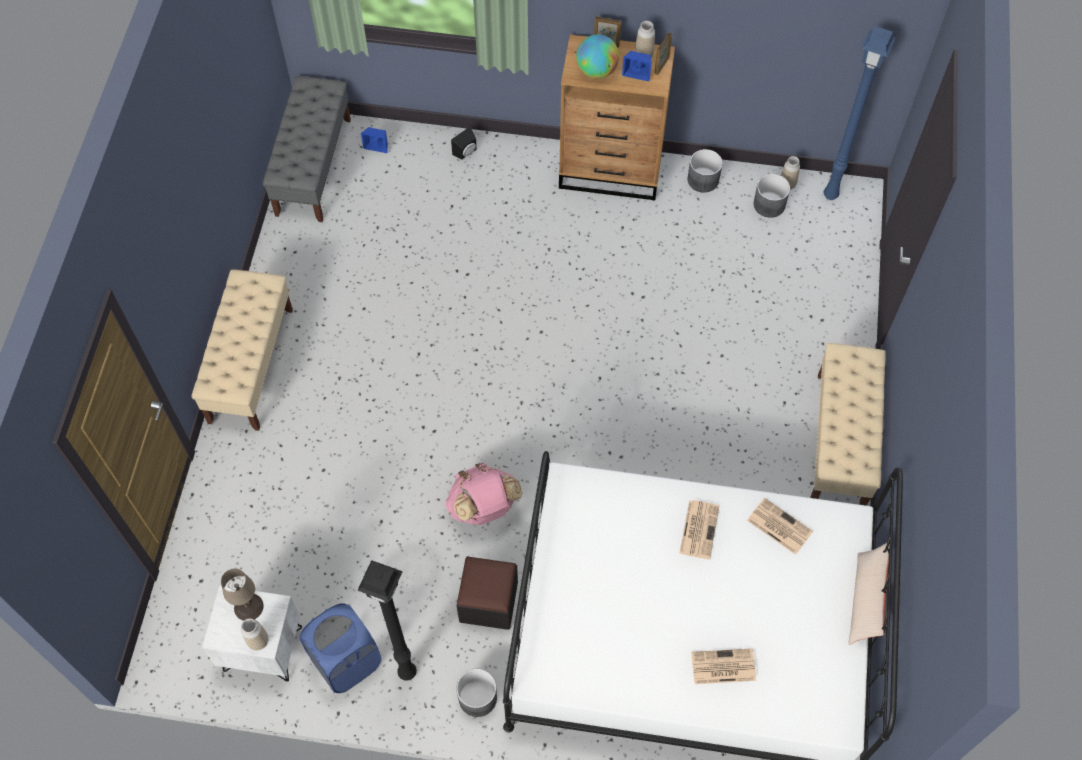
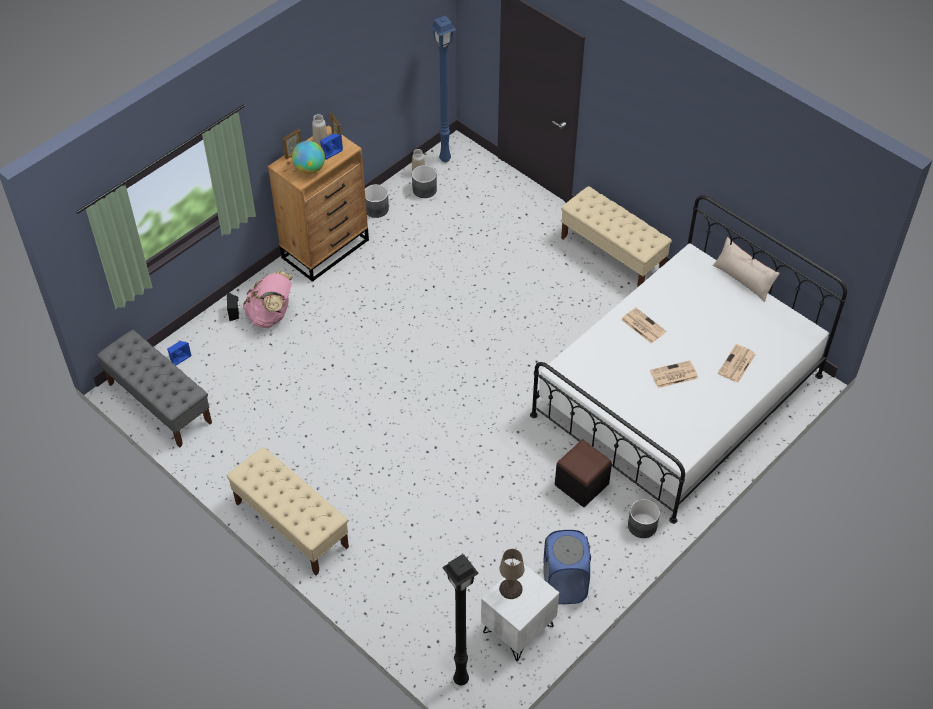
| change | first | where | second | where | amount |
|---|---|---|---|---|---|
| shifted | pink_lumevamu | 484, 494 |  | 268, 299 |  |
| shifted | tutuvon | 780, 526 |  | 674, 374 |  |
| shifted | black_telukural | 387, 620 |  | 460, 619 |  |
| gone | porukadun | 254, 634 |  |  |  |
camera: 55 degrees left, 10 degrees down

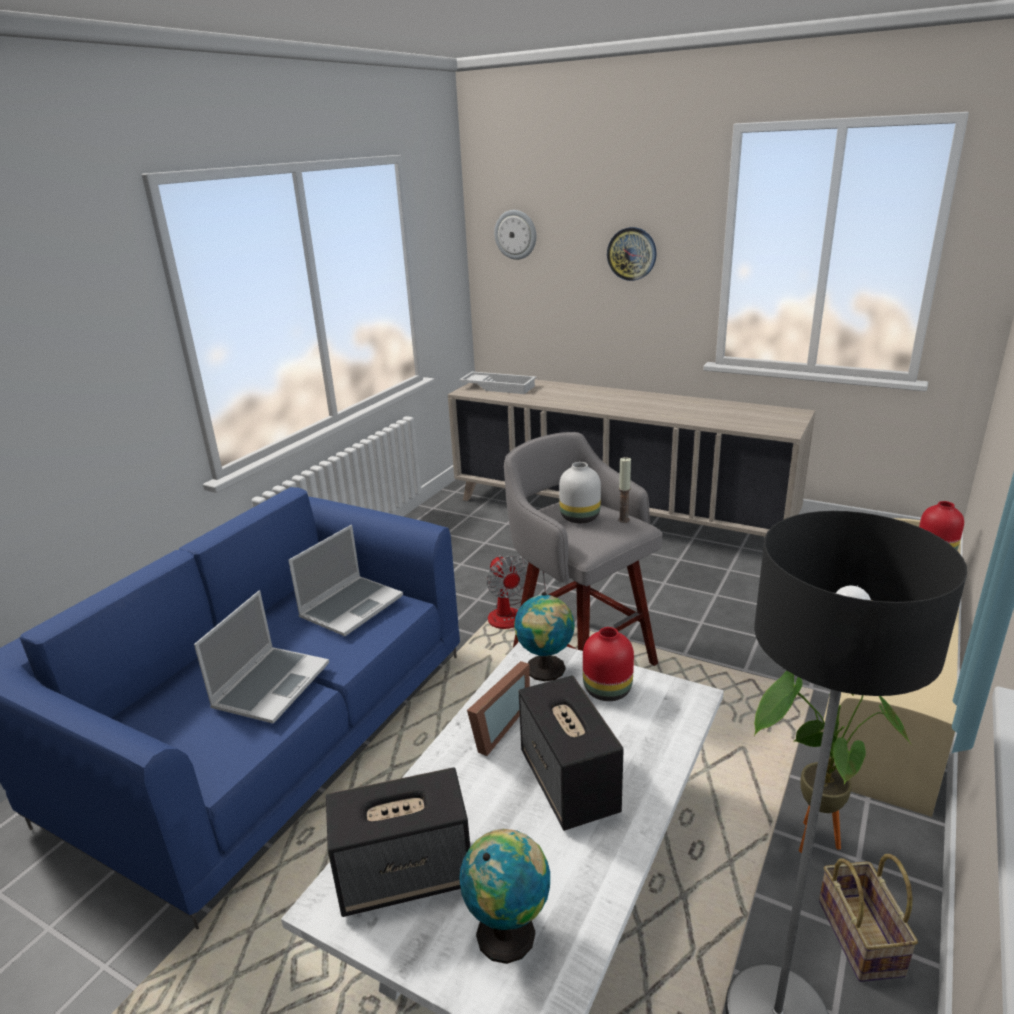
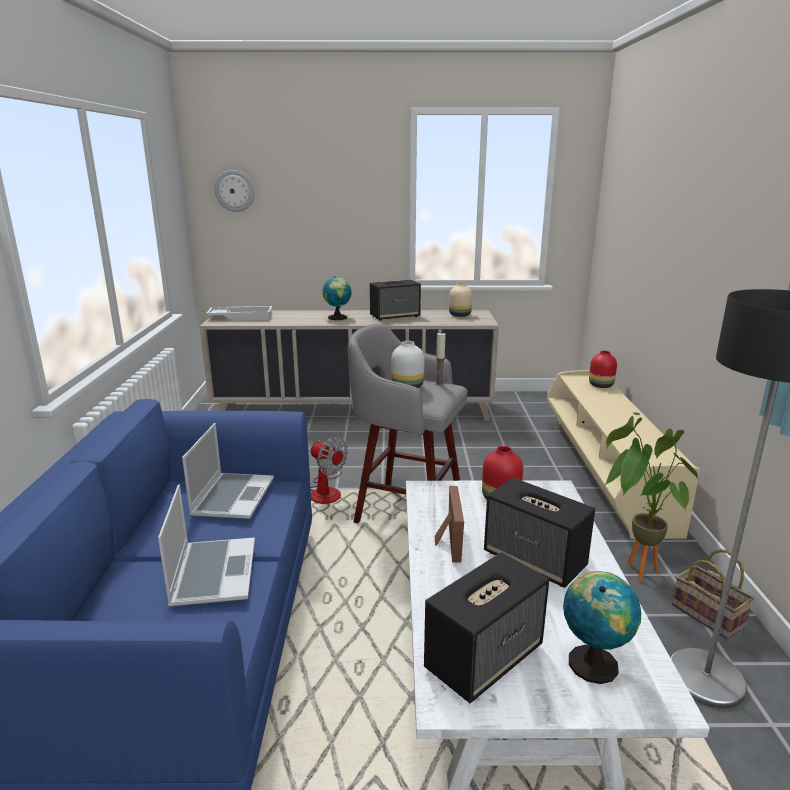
| change | first | where | second | where | amount |
|---|---|---|---|---|---|
| gone | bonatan | 632, 254 |  |  |  |
| shifted | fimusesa | 544, 636 |  | 337, 298 |  |
| new |  |  | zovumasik | 395, 300 |  |
| new |  |  | beige_porukadun | 460, 300 |  |
camera: 30 degrees left, 5 degrees down

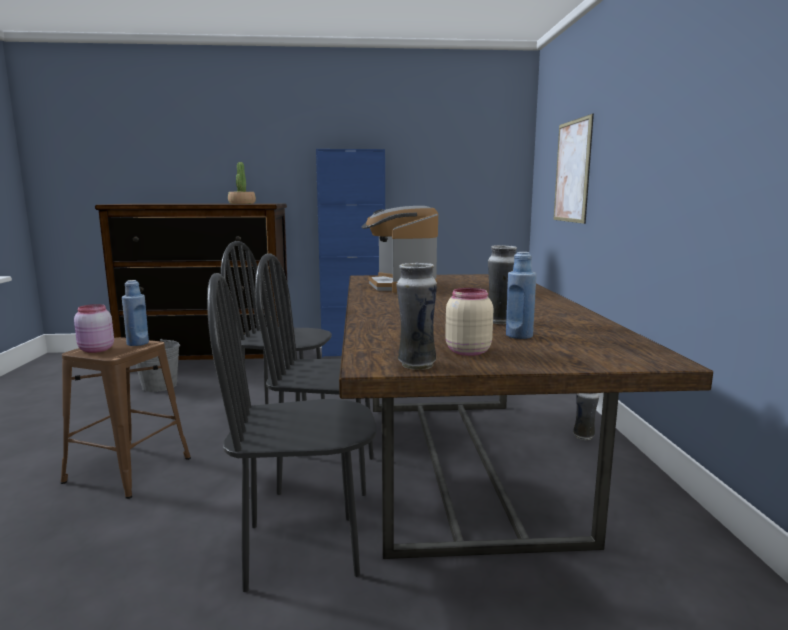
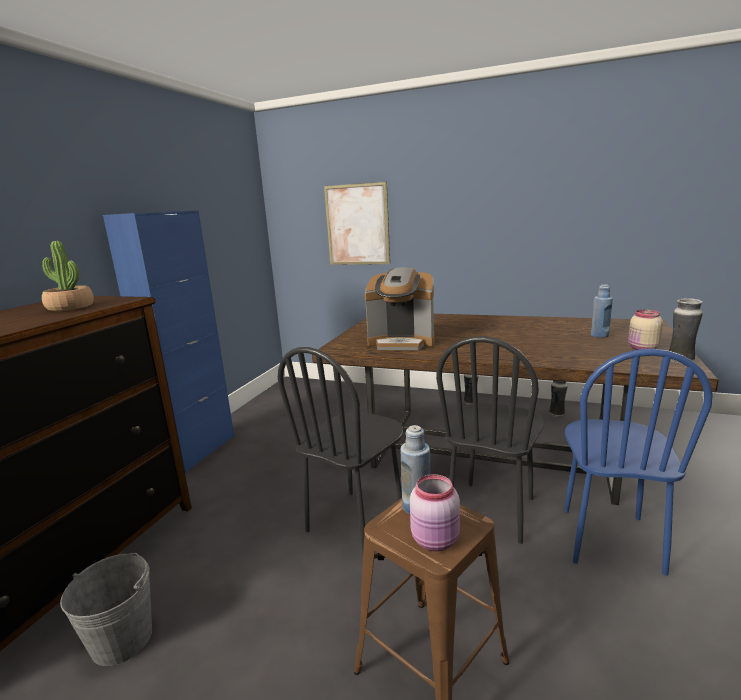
| change | first | where | second | where | amount |
|---|---|---|---|---|---|
| shifted | porukadun | 502, 284 |  | 558, 398 |  |
| repainted | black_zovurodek | 291, 432 | blue_zovurodek | 638, 462 |  |
camera: 65 degrees left, 5 degrees up

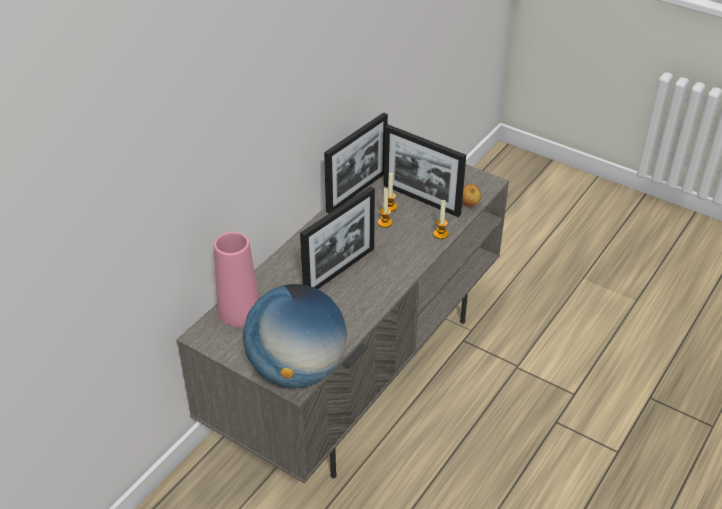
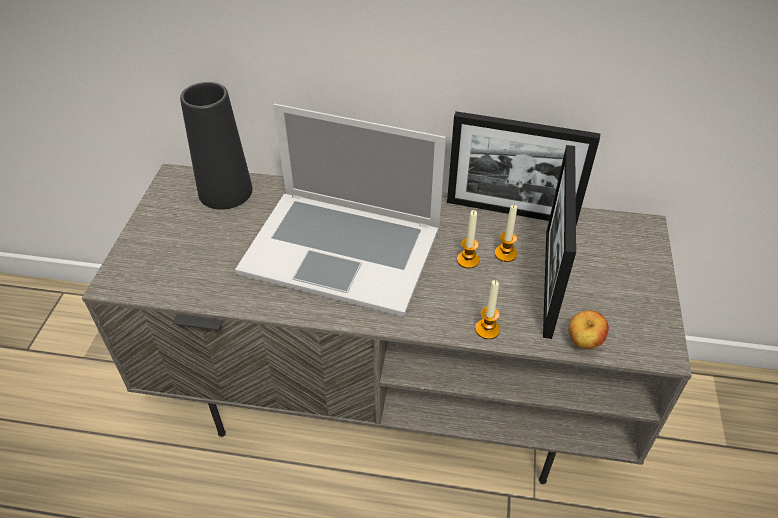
| change | first | where | second | where | amount |
|---|---|---|---|---|---|
| swapped | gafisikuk | 337, 237 | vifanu | 340, 210 |  |
| repainted | pink_porukadun | 236, 279 | black_porukadun | 216, 146 |  |
| gone | fimusesa | 295, 336 |  |  |  |
camera: 65 degrees right, 5 degrees up

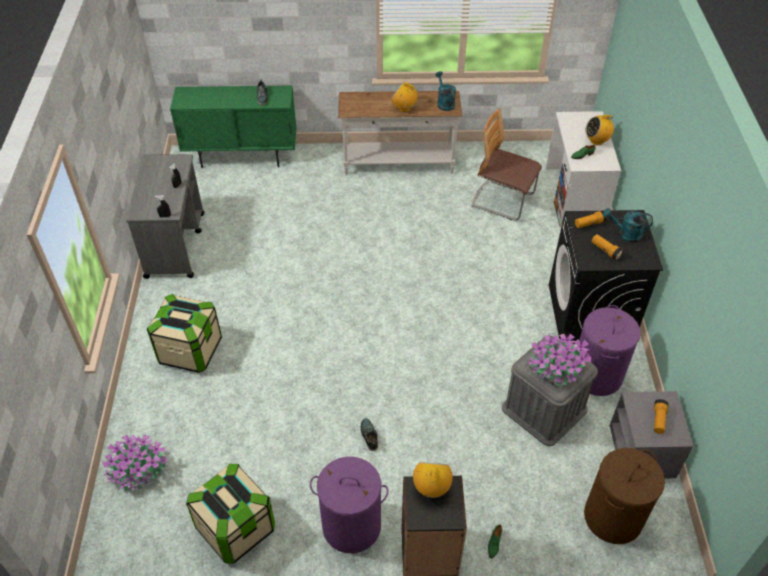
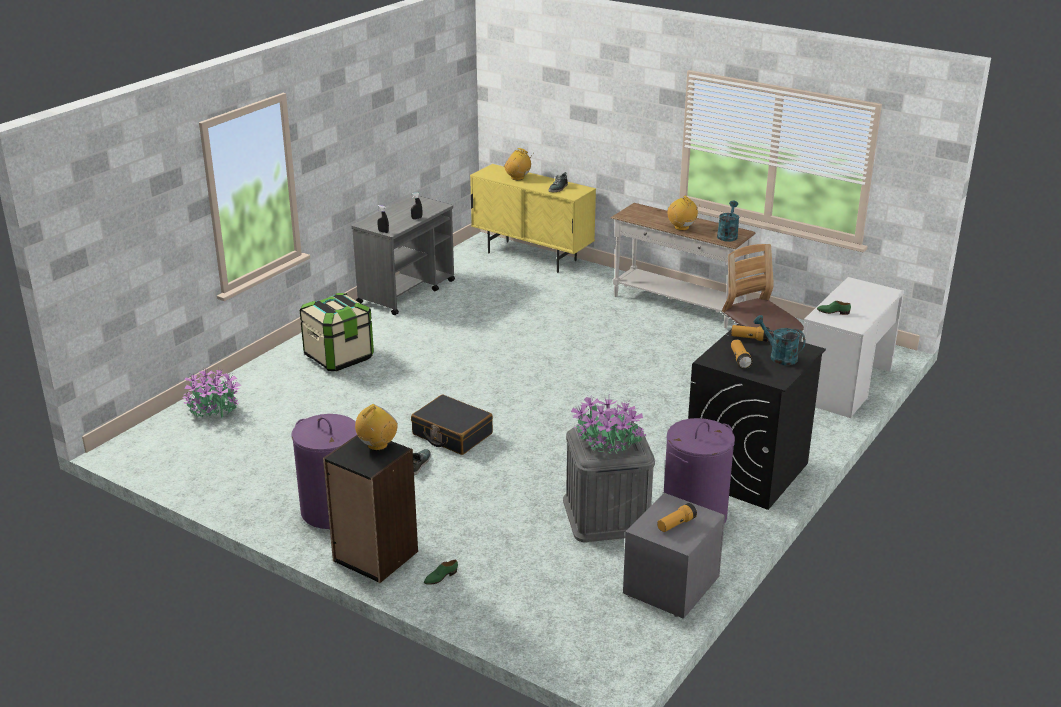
| change | first | where | second | where | amount |
|---|---|---|---|---|---|
| repainted | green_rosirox | 233, 127 | yellow_rosirox | 533, 218 |  |
| shifted | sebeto | 599, 130 |  | 518, 164 |  |
| gone | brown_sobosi | 624, 496 |  |  |  |
| gone | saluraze | 230, 514 |  |  |  |
| new |  |  | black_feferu | 452, 425 |  |
camera: 35 degrees right, 20 degrees down

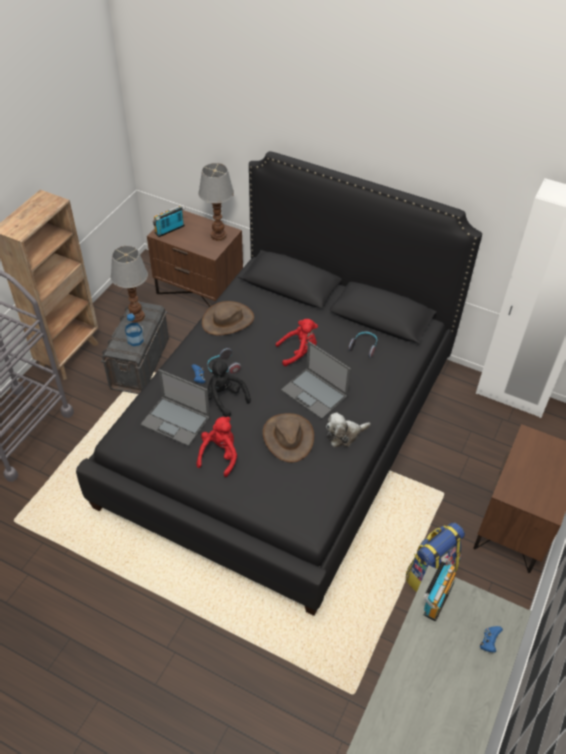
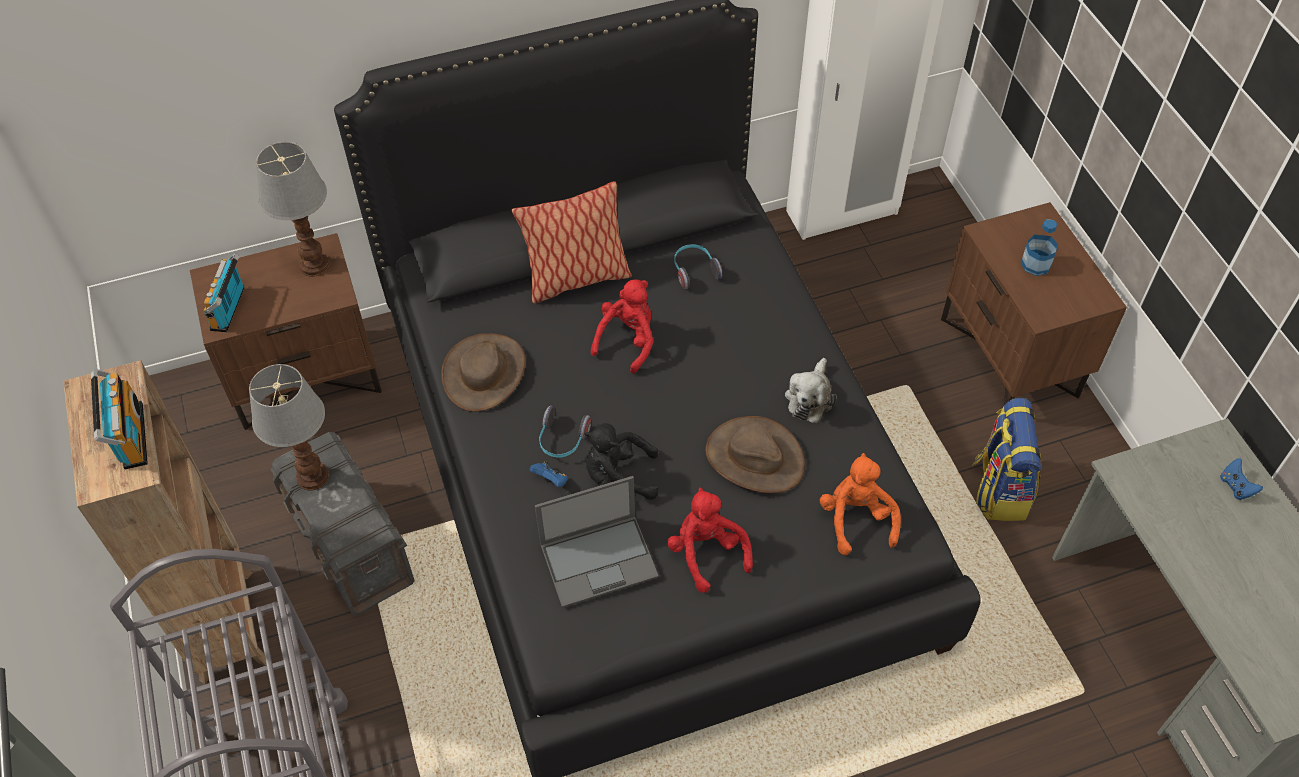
| change | first | where | second | where | amount |
|---|---|---|---|---|---|
| shifted | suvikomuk | 134, 330 |  | 1039, 247 |  |
| gone | vifanu | 316, 380 |  |  |  |
| shifted | sebeto | 439, 589 |  | 119, 419 |  |
| new |  |  | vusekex | 572, 242 |  |
| new |  |  | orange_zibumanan | 860, 504 |  |
camera: 45 degrees left, 5 degrees up

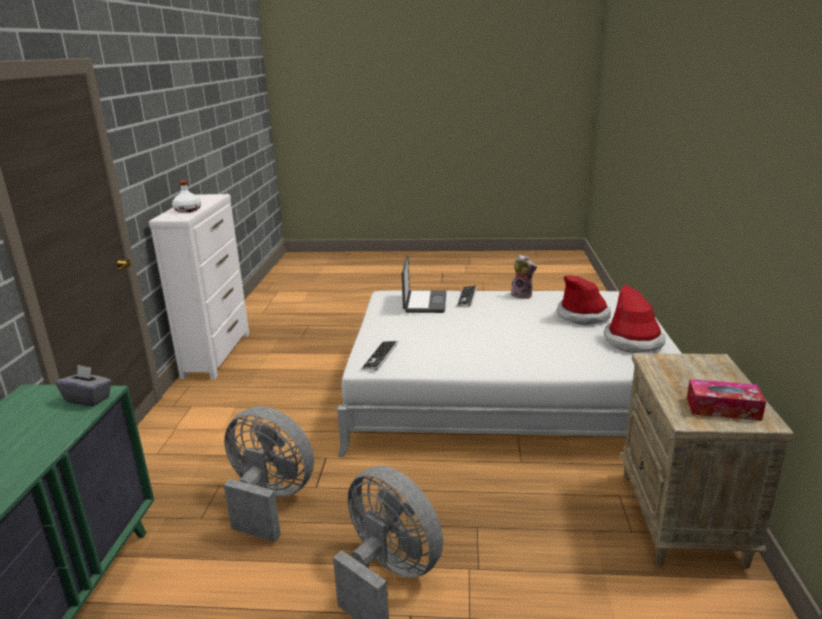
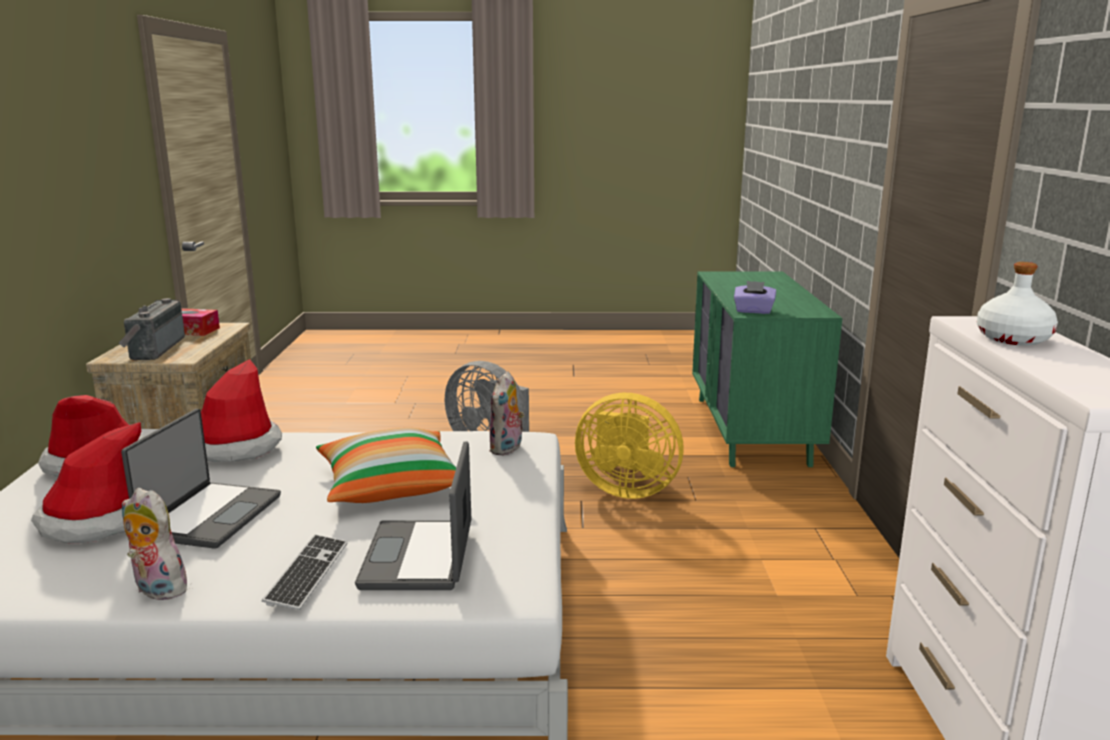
| change | first | where | second | where | amount |
|---|---|---|---|---|---|
| swapped | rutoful | 379, 355 | zibumanan | 507, 413 |  |
| repainted | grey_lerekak | 83, 385 | purple_lerekak | 755, 297 |  |
| repainted | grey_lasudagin | 269, 474 | yellow_lasudagin | 629, 446 |  |
| new |  |  | sebeto | 152, 329 |  |
| new |  |  | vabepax | 241, 410 |  |
| new |  |  | vifanu | 201, 479 |  |
| new |  |  | vusekex | 386, 465 |  |
camera: 175 degrees right, 5 degrees down

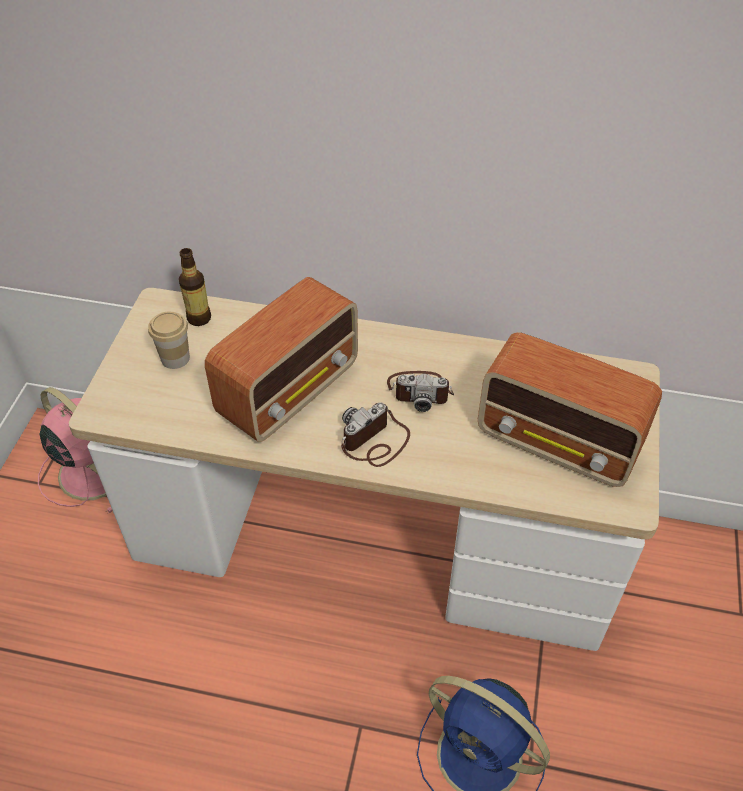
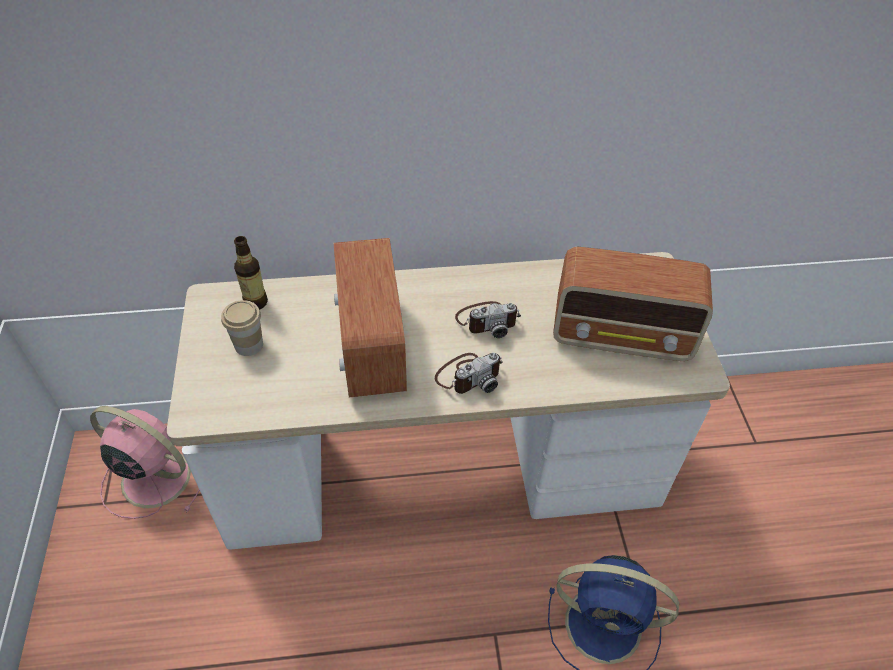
| change | first | where | second | where | amount |
|---|---|---|---|---|---|
| rotated | sebeto | 281, 359 |  | 370, 318 | 150 degrees clockwise |
| rotated | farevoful | 375, 434 |  | 468, 373 | 150 degrees counterclockwise |
camera: 20 degrees left, 0 degrees up

